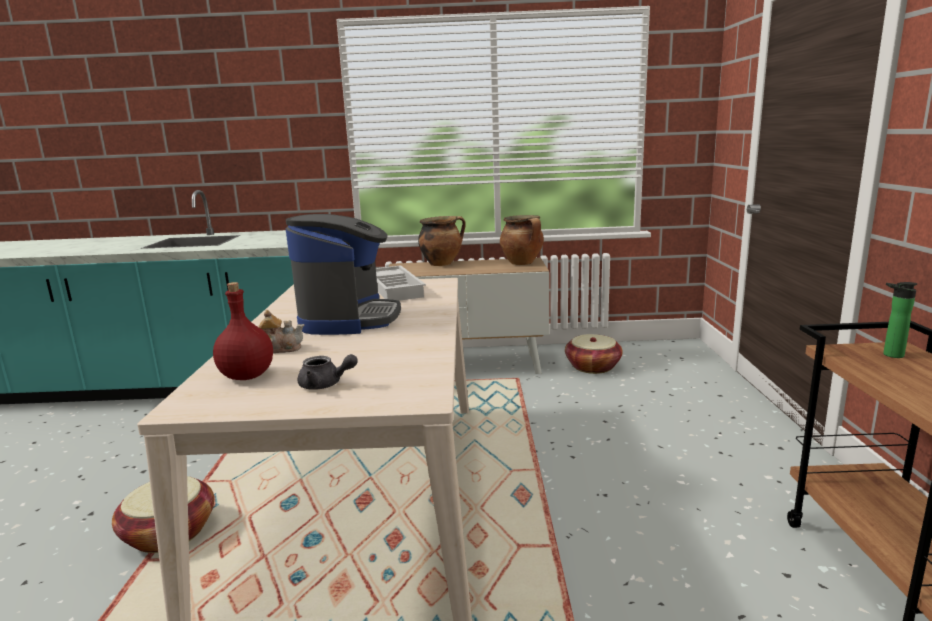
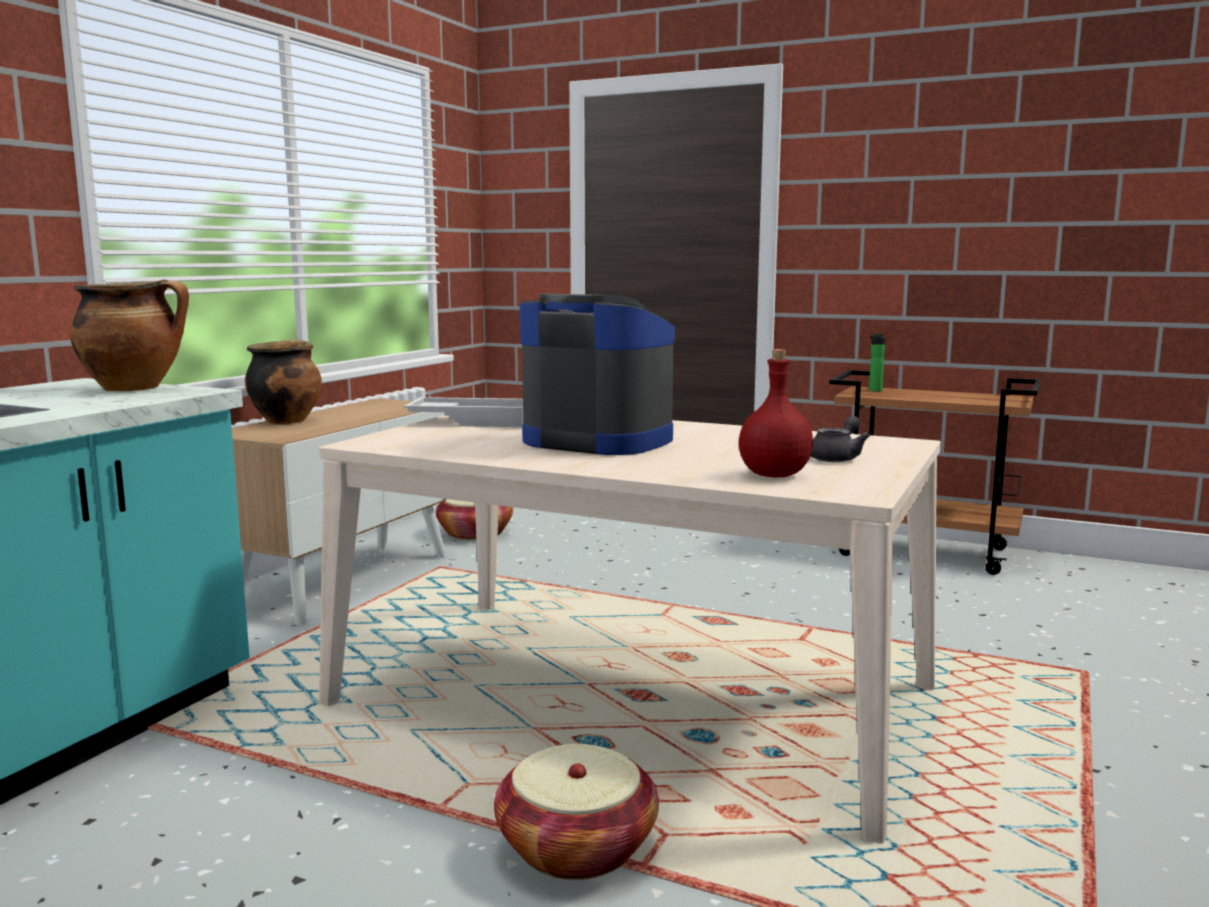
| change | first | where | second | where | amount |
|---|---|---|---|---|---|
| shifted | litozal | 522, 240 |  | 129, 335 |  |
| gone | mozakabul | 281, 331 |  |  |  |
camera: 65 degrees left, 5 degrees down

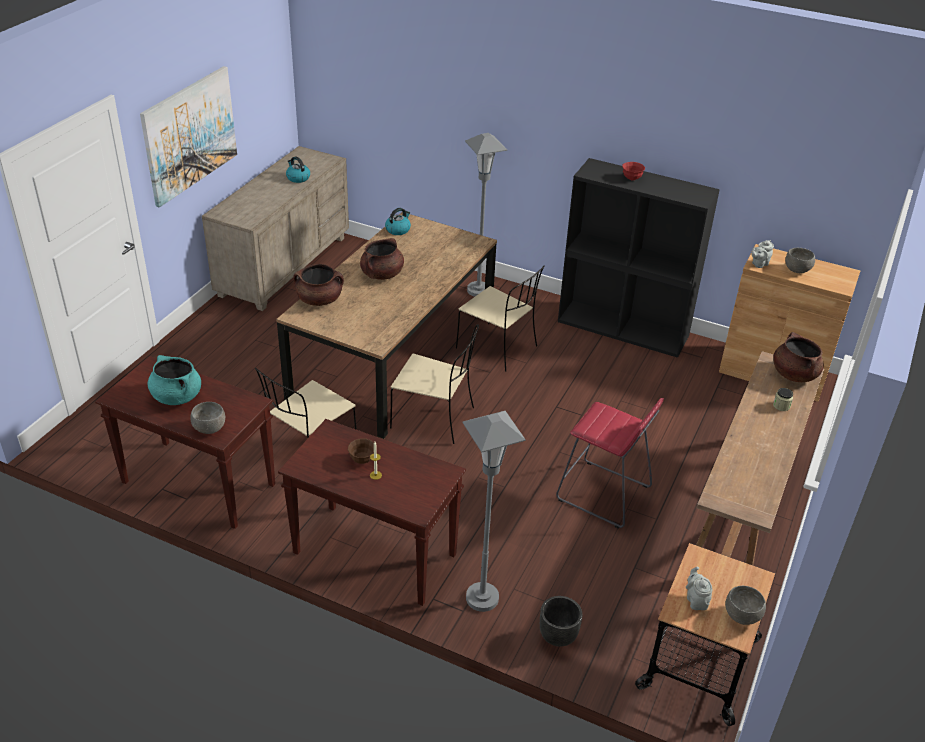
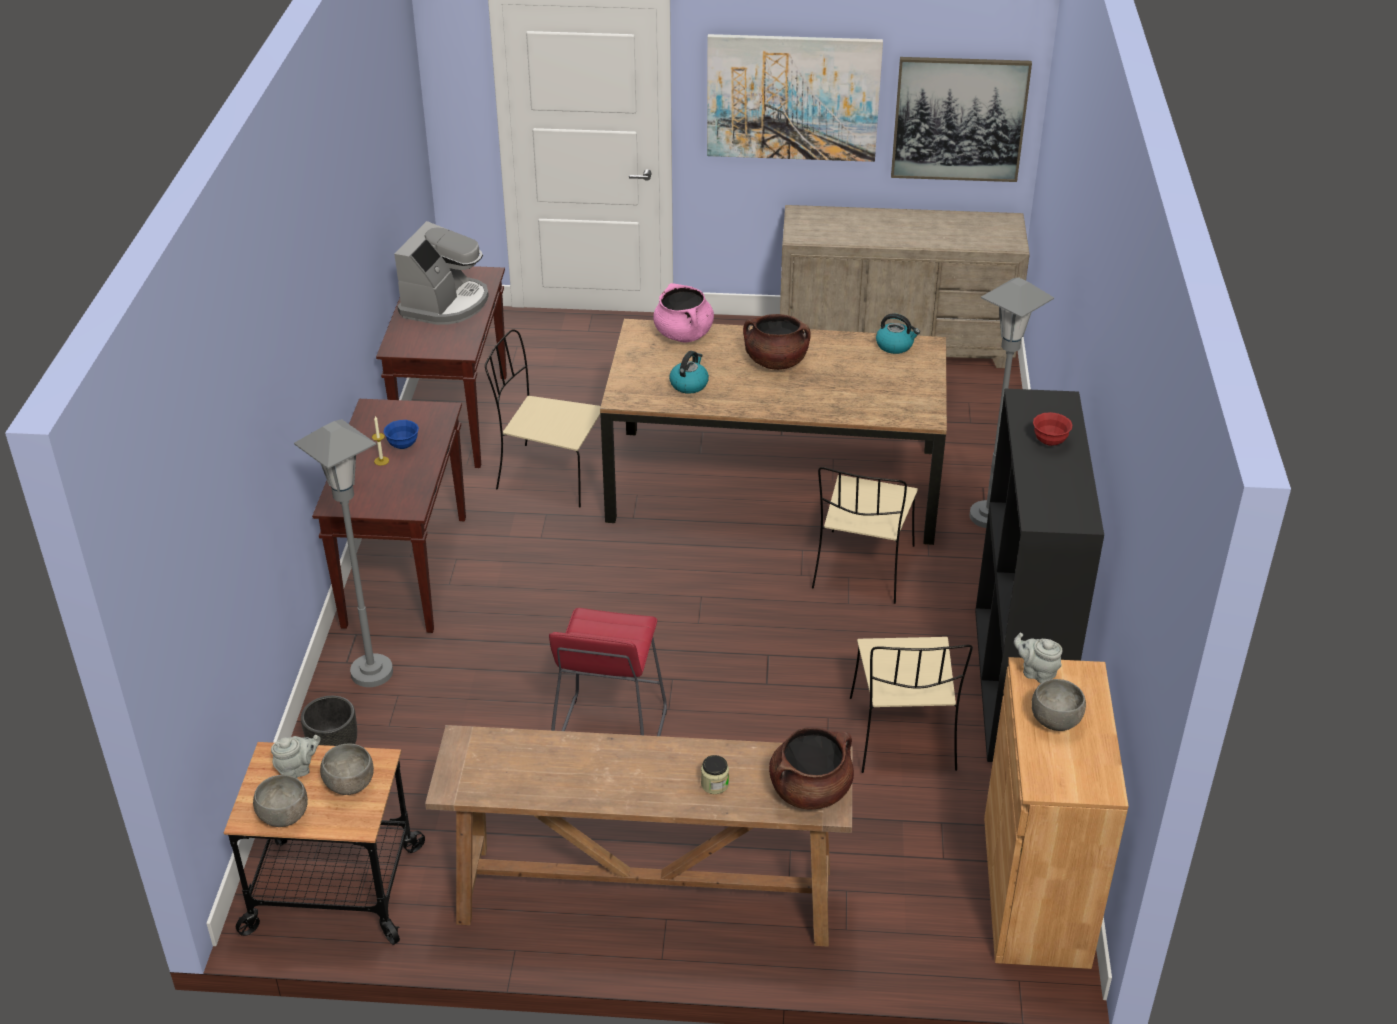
| change | first | where | second | where | amount |
|---|---|---|---|---|---|
| shifted | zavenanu | 298, 169 |  | 689, 372 |  |
| repainted | brown_litozal | 318, 285 | pink_litozal | 683, 313 |  |
| shifted | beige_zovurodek | 434, 384 |  | 911, 705 |  |
| swapped | turquoise_litozal | 174, 380 | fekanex | 441, 273 |  |
| shifted | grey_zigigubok | 207, 418 |  | 347, 769 |  |
| repainted | brown_zigigubok | 361, 451 | blue_zigigubok | 401, 434 |  |
| new |  |  | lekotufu | 961, 119 |  |
camera: 70 degrees right, 0 degrees up

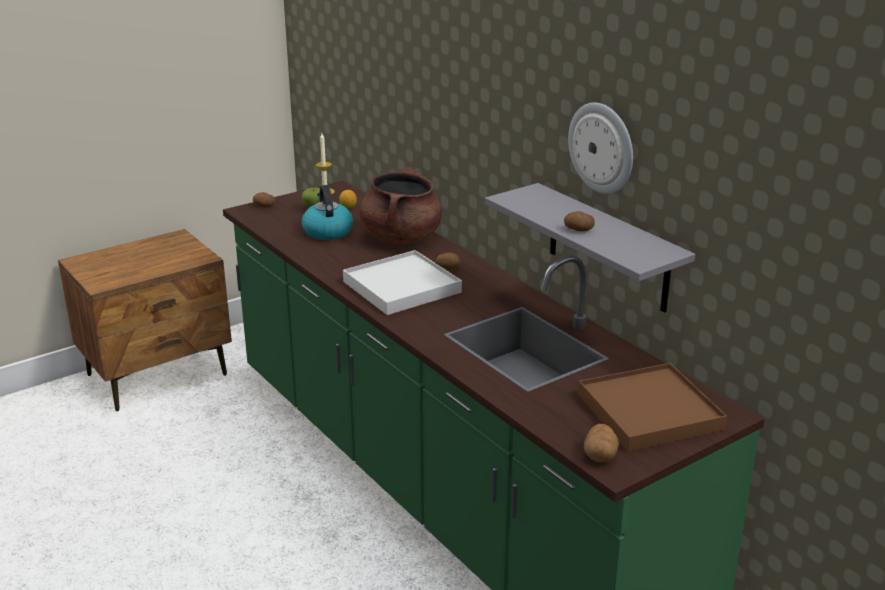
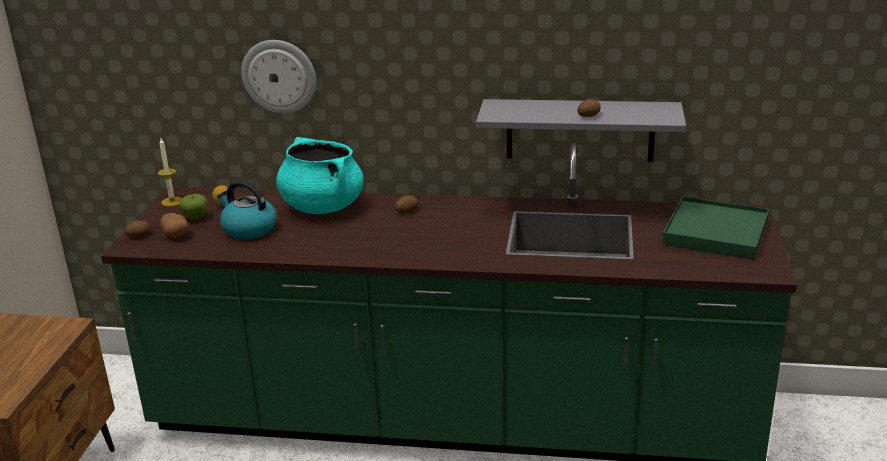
| change | first | where | second | where | amount |
|---|---|---|---|---|---|
| shifted | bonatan | 600, 148 |  | 278, 76 |  |
| repainted | brown_litozal | 401, 205 | turquoise_litozal | 319, 175 |  |
| gone | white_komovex | 402, 282 |  |  |  |
| repainted | brown_komovex | 652, 407 | green_komovex | 715, 228 |  |
| shifted | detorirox | 601, 443 |  | 175, 225 |  |
camera: 45 degrees left, 0 degrees up

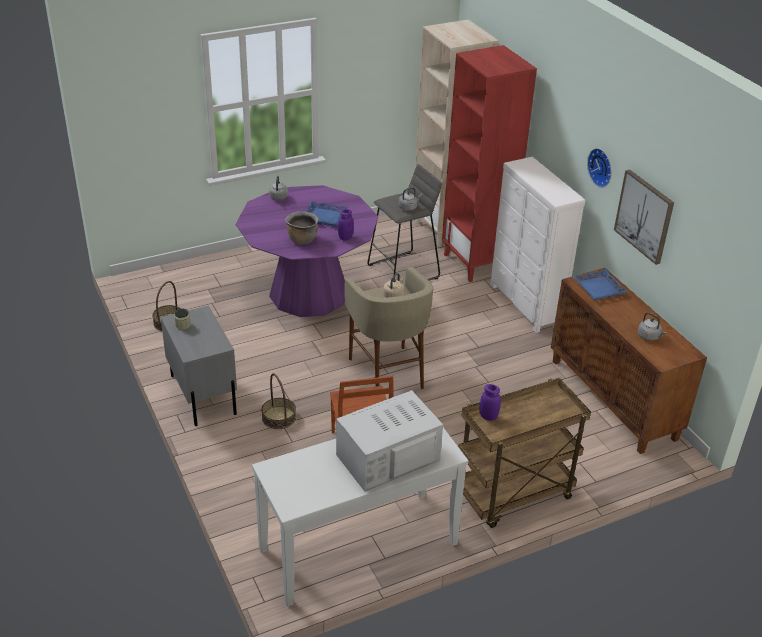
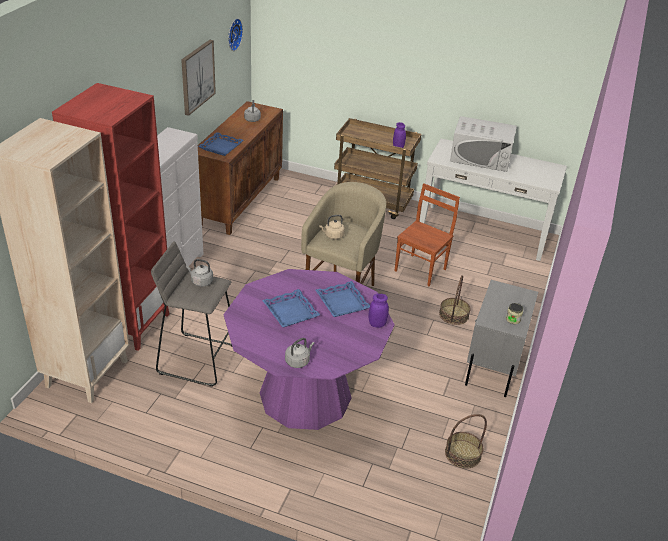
| change | first | where | second | where | amount |
|---|---|---|---|---|---|
| shifted | bonatan | 599, 168 |  | 235, 34 |  |
| shifted | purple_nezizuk | 346, 224 |  | 379, 311 |  |
| swapped | brown_litozal | 302, 227 | blue_komovex | 342, 299 |  |
camera: 135 degrees left, 0 degrees up

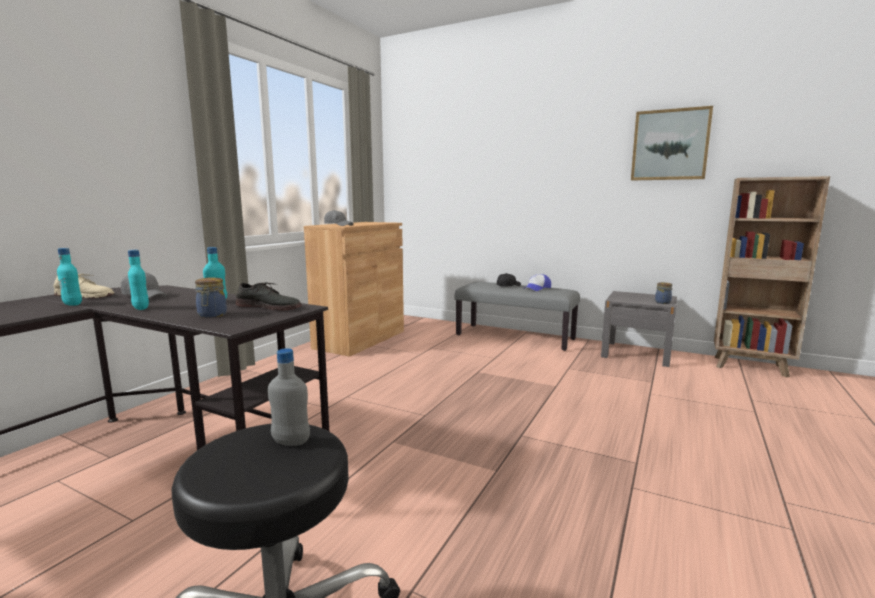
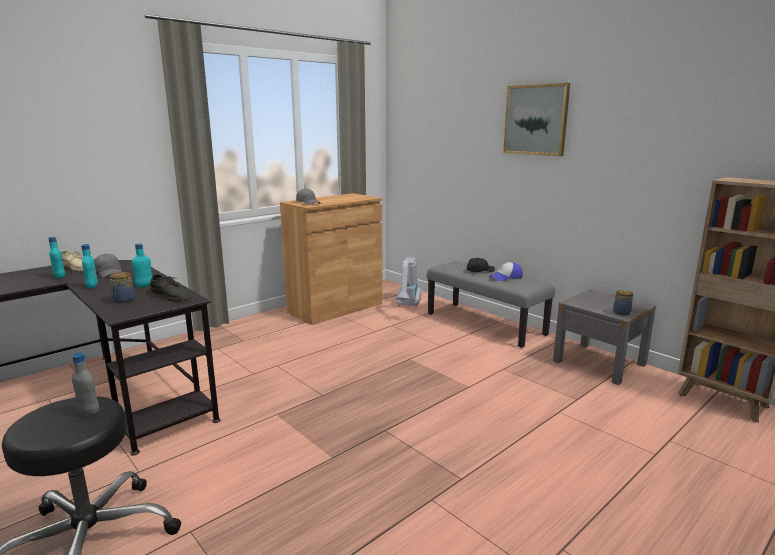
| change | first | where | second | where | amount |
|---|---|---|---|---|---|
| shifted | lekotufu | 672, 143 |  | 536, 119 |  |
| new |  |  | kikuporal | 408, 282 |  |
camera: 20 degrees right, 5 degrees up

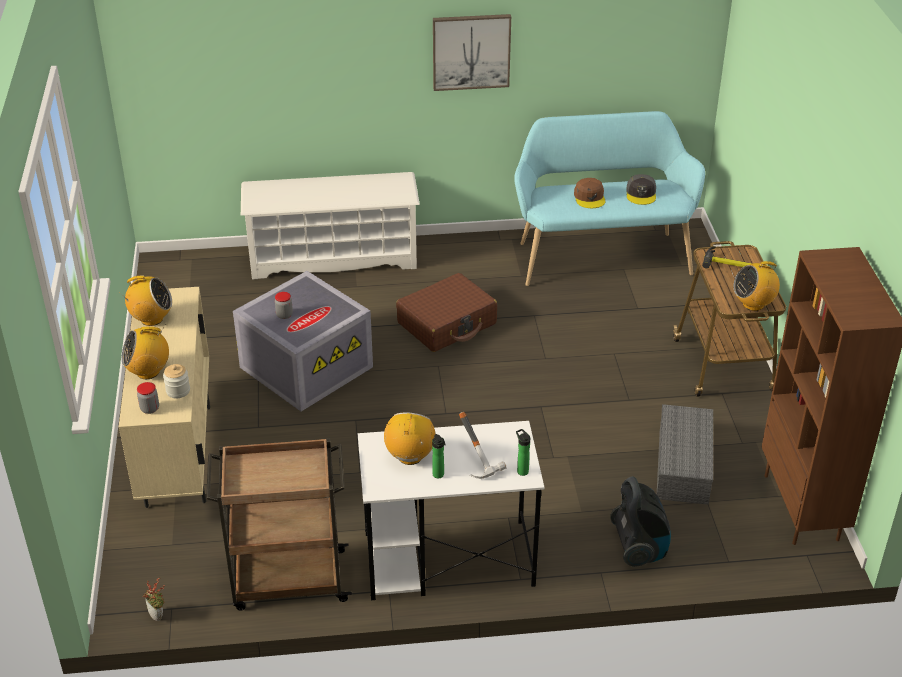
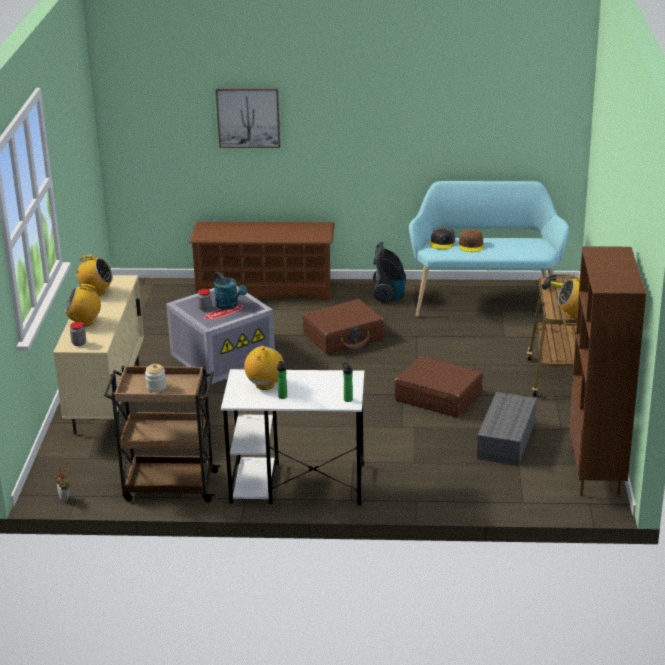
| change | first | where | second | where | amount |
|---|---|---|---|---|---|
| shifted | lekotufu | 472, 52 |  | 248, 118 |  |
| repainted | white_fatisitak | 330, 225 | brown_fatisitak | 262, 261 |  |
| shifted | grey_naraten | 641, 189 |  | 442, 238 |  |
| shifted | nezizuk | 176, 381 |  | 155, 378 |  |
| gone | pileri | 483, 445 |  |  |  |
| shifted | kikuporal | 640, 521 |  | 389, 273 |  |
| new |  |  | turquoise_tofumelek | 230, 291 |  |
| new |  |  | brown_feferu | 439, 386 |  |
camera: 10 degrees right, 10 degrees down

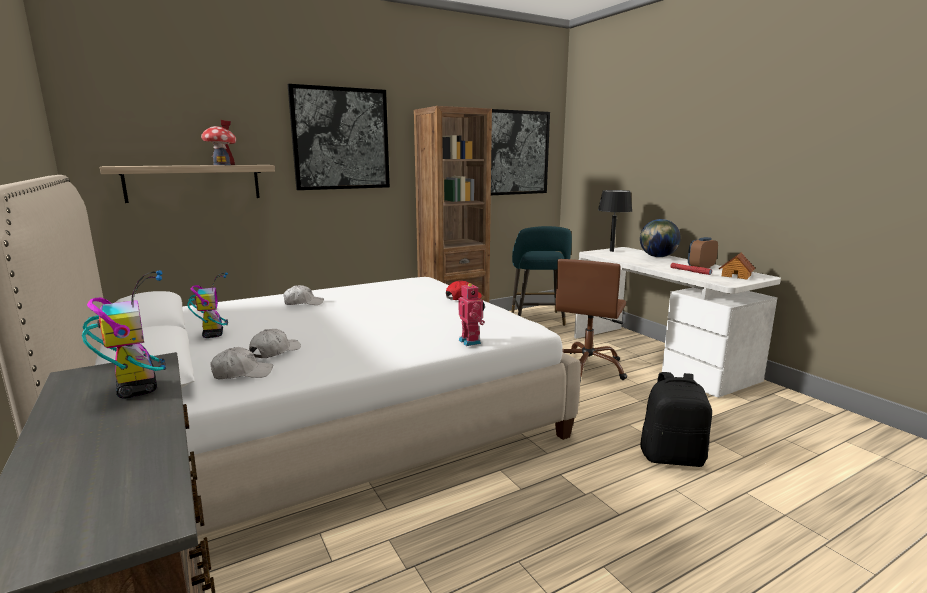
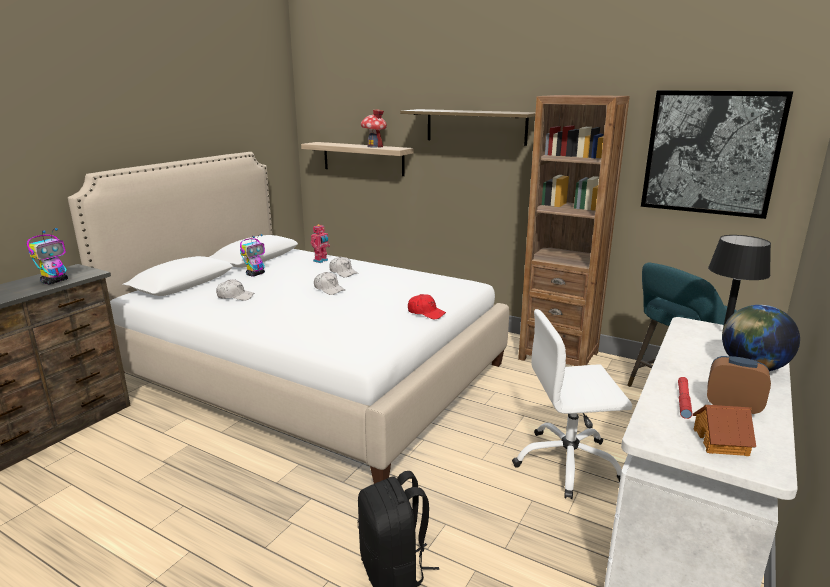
| change | first | where | second | where | amount |
|---|---|---|---|---|---|
| swapped | lekotufu | 339, 137 | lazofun | 468, 127 |  |
| repainted | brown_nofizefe | 591, 321 | white_nofizefe | 572, 404 |  |
| shifted | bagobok | 472, 314 |  | 320, 243 |  |
| shifted | white_naraten | 241, 363 |  | 329, 283 |  |
camera: 60 degrees right, 5 degrees up

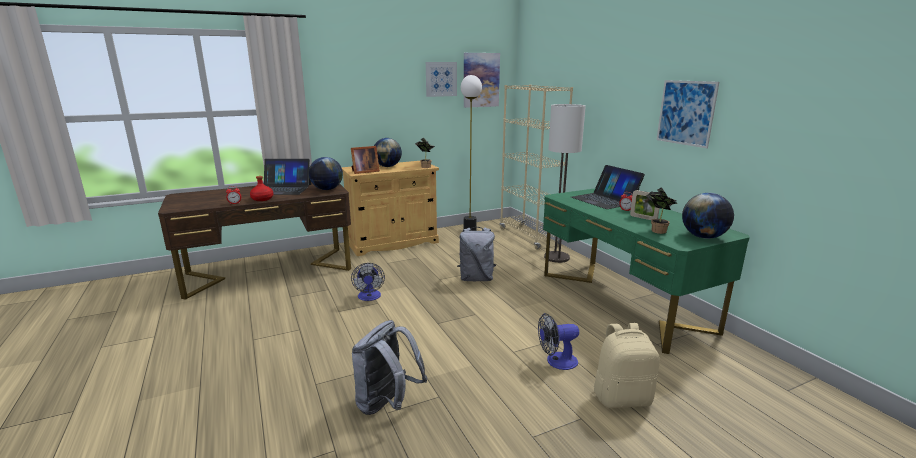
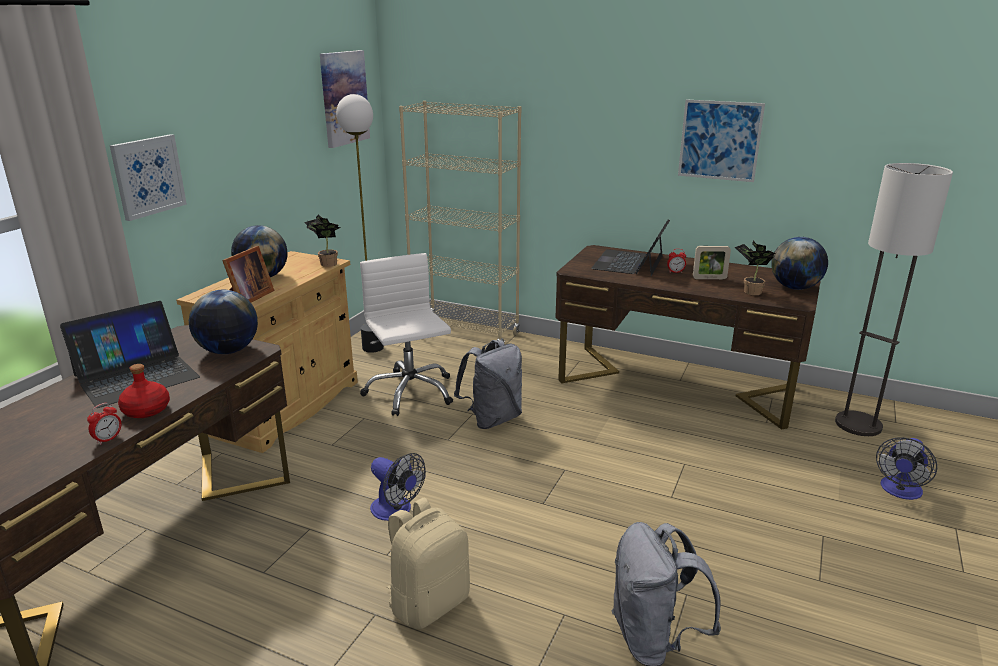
| change | first | where | second | where | amount |
|---|---|---|---|---|---|
| shifted | lekotufu | 441, 79 |  | 148, 177 |  |
| shifted | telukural | 565, 183 |  | 894, 299 |  |
| rotated | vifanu | 608, 187 |  | 630, 248 | 90 degrees clockwise |
| repainted | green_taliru | 646, 271 | brown_taliru | 687, 337 |  |
| shifted | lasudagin | 558, 341 |  | 906, 468 |  |
| shifted | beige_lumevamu | 627, 365 |  | 428, 563 |  |
| new |  |  | white_nofizefe | 406, 334 |  |
camera: 40 degrees left, 5 degrees up

